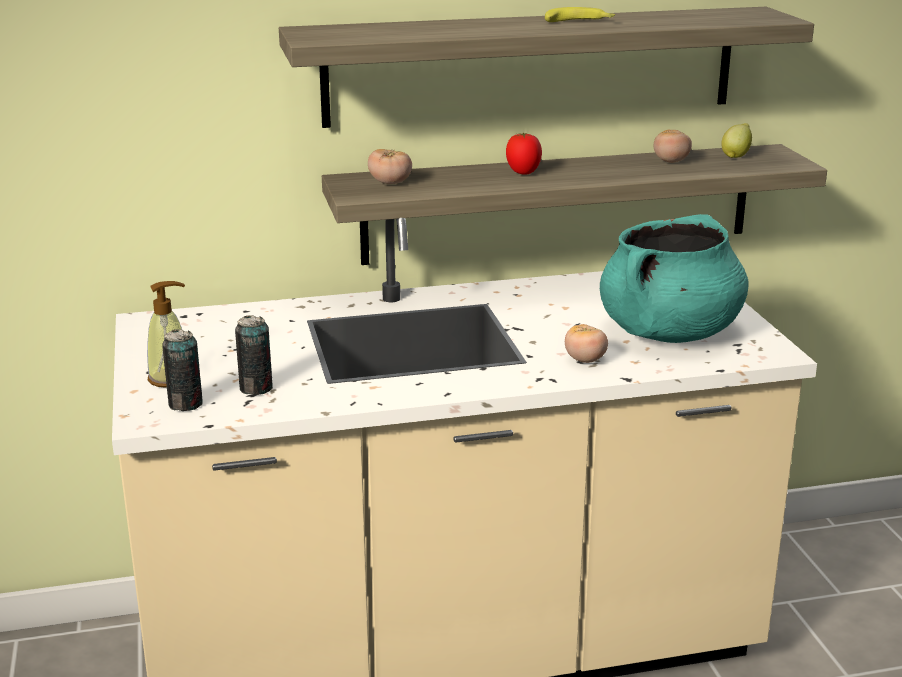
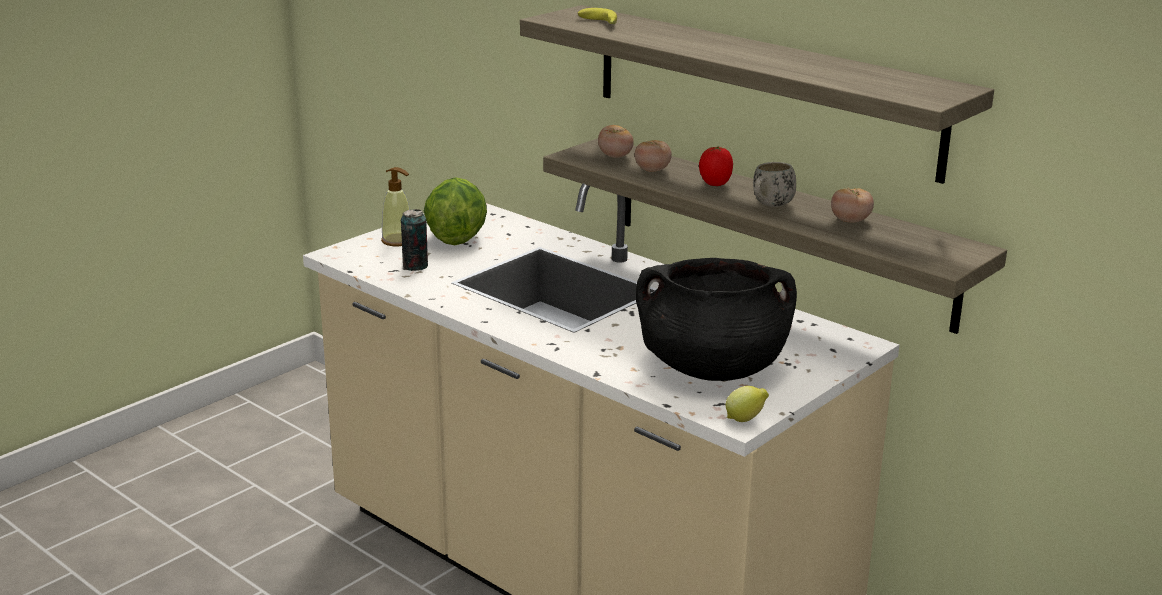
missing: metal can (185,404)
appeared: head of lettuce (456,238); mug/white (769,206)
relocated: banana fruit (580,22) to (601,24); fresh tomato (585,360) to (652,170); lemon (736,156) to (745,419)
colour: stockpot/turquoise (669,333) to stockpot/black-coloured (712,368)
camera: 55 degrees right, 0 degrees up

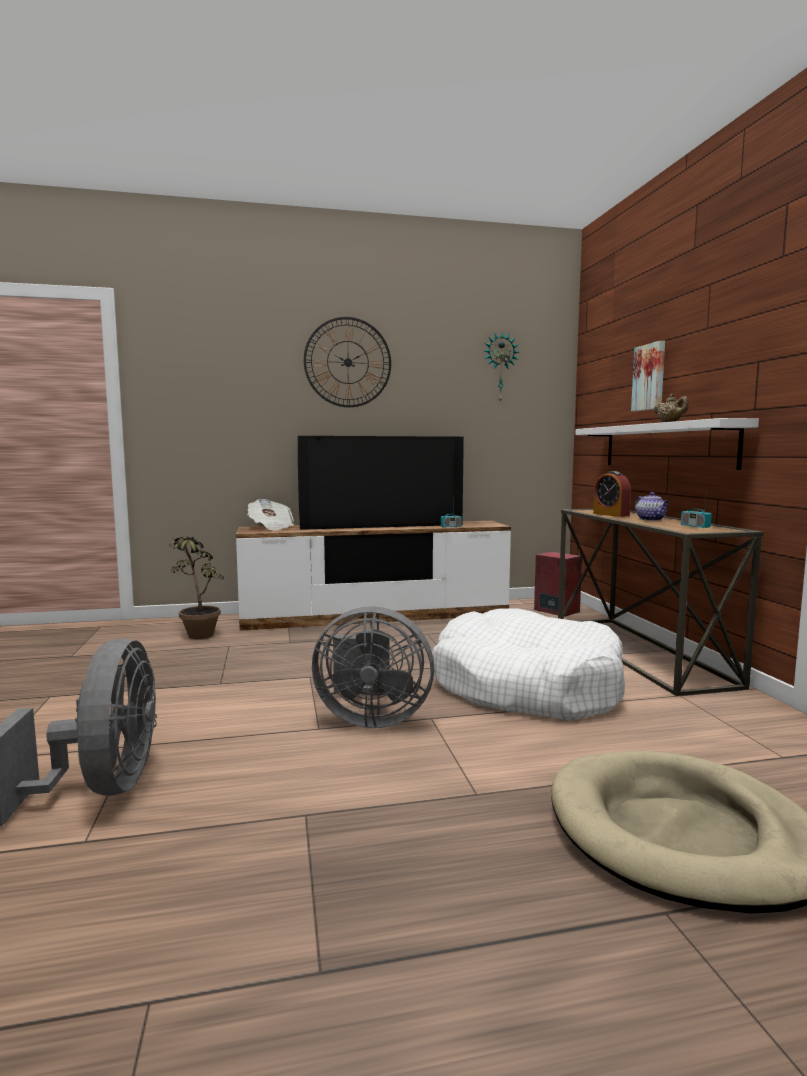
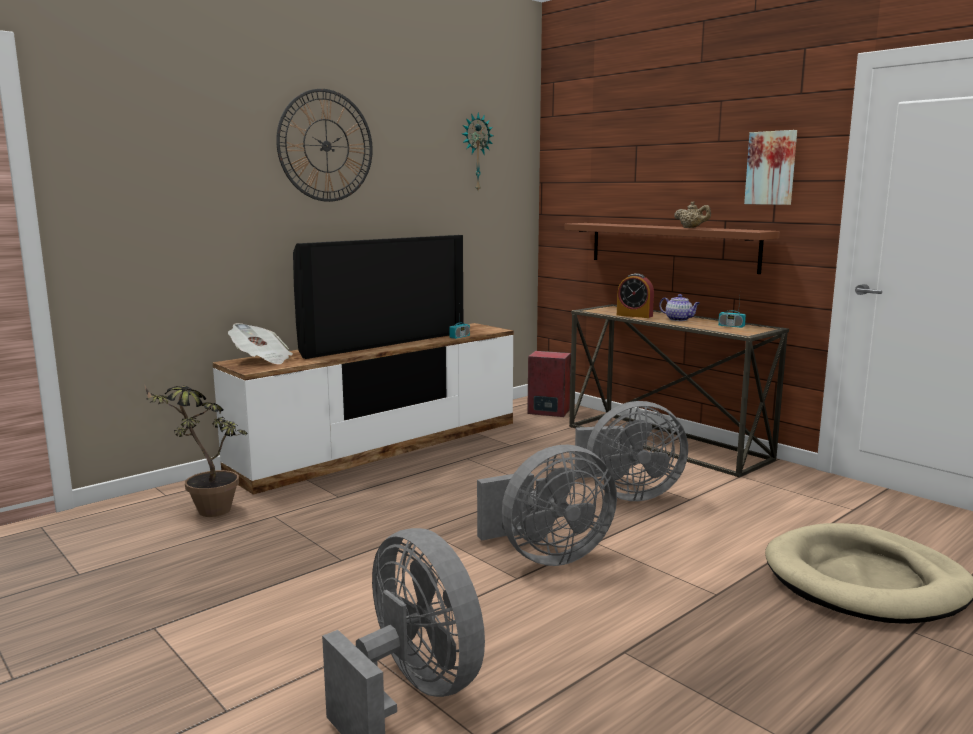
relocated: wall art (650,377) to (771,168)
exchanged: dog bed/white (525,686) to electric fan/grey (627,494)
colour: bracket shelf/white (665,446) to bracket shelf/brown (671,246)
camera: 30 degrees left, 5 degrees up

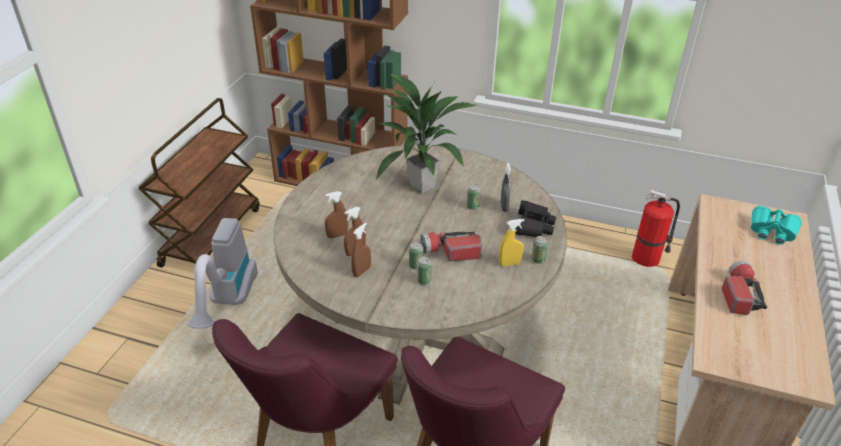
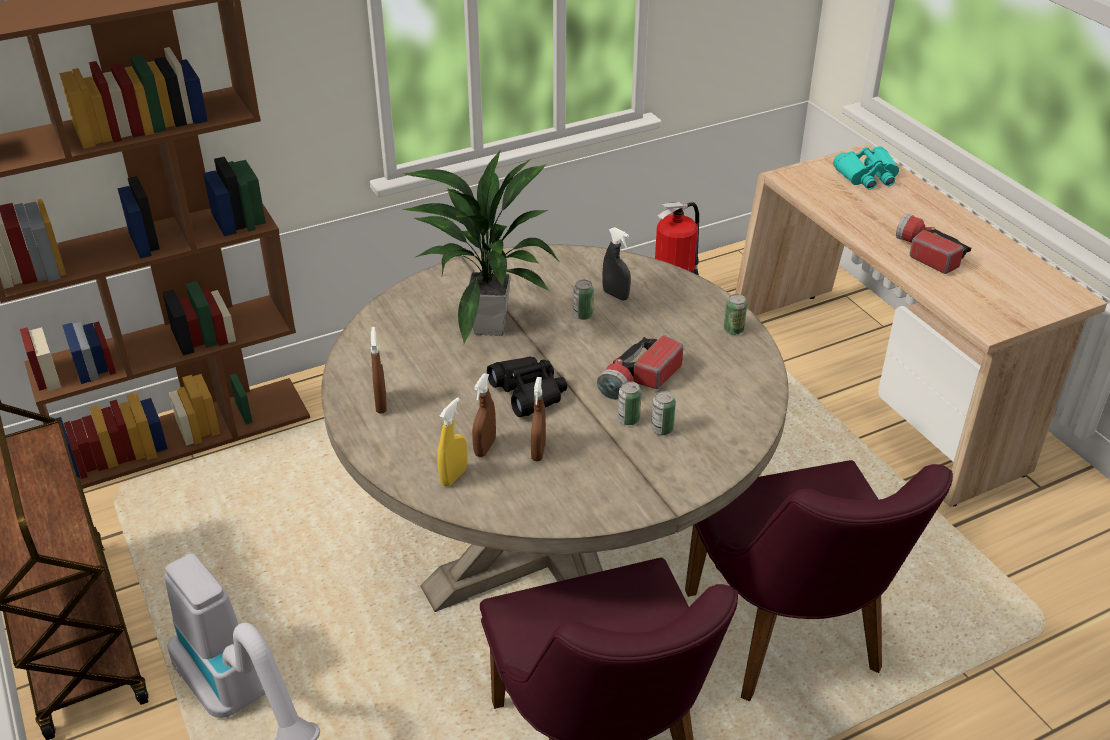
relocated: hand sprayer/brown (361,271) to (381,404); hand sprayer/yellowish (509,264) to (454,476); field glasses/black-coloured (533,226) to (528,393)
camera: 45 degrees left, 0 degrees up

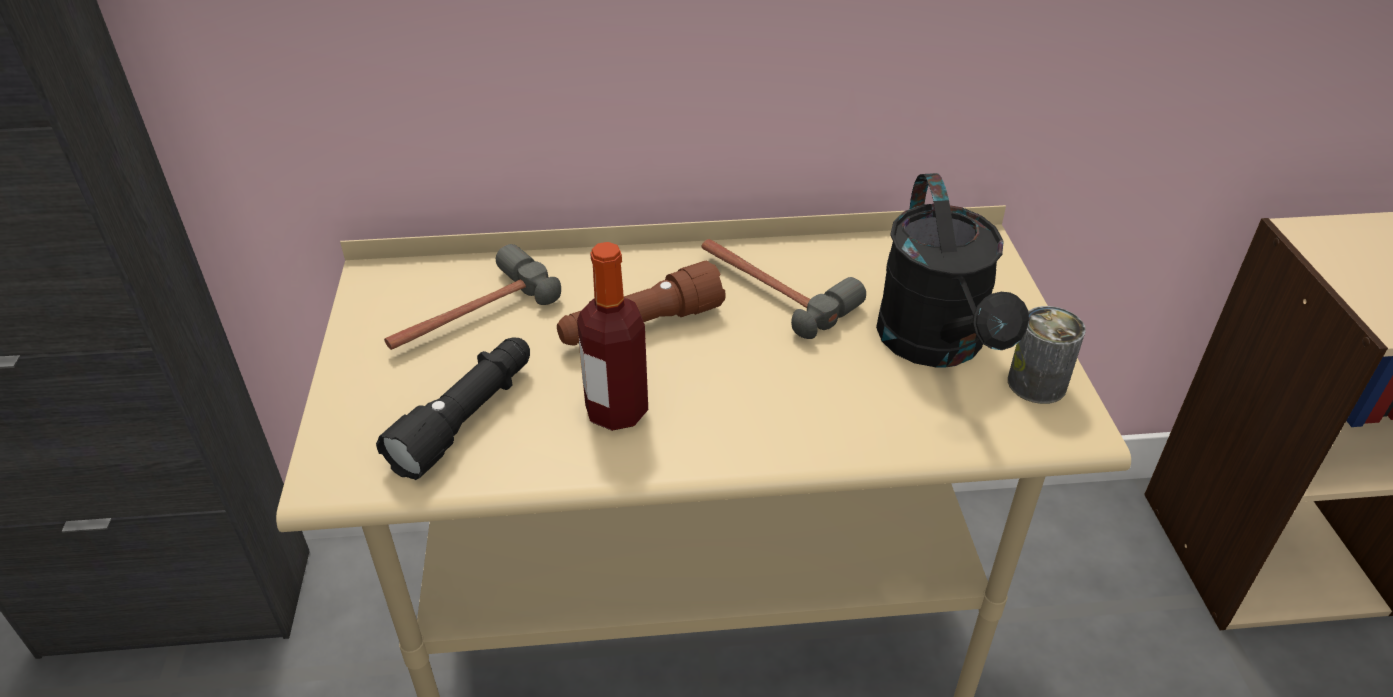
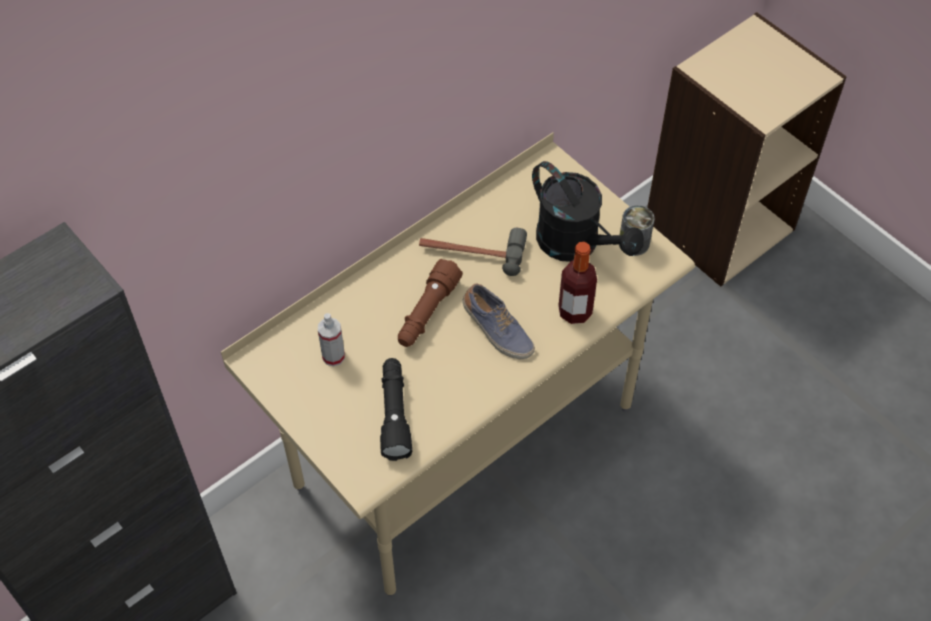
appeared: shoe (497,331)
relocated: drink bottle (616,411) to (575,311)
exchanged: hand hammer (469,316) to hand sprayer (333,356)
camera: 35 degrees left, 15 degrees up

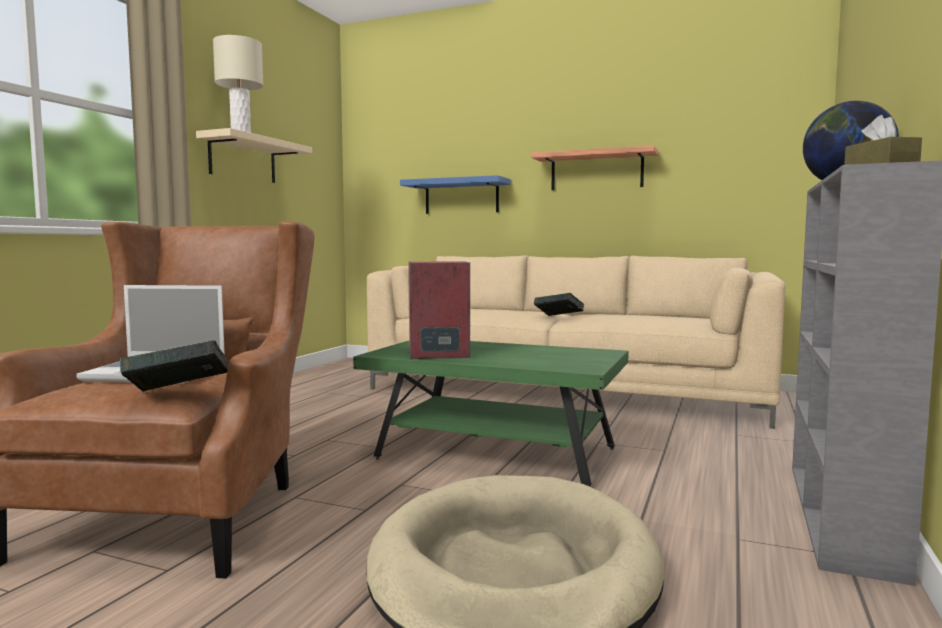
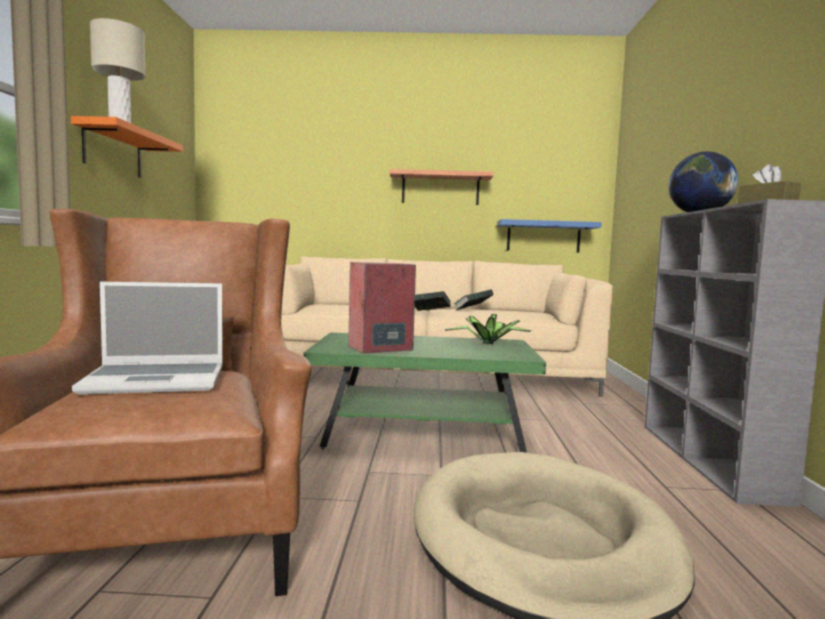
appeared: plant in a pot (488,343)
relocated: volume (178,394) to (472,310); bracket shelf/blue (461,197) to (543,237)
colour: bracket shelf/sand-coloured (243,159) to bracket shelf/orange (113,151)
camera: 20 degrees left, 0 degrees up

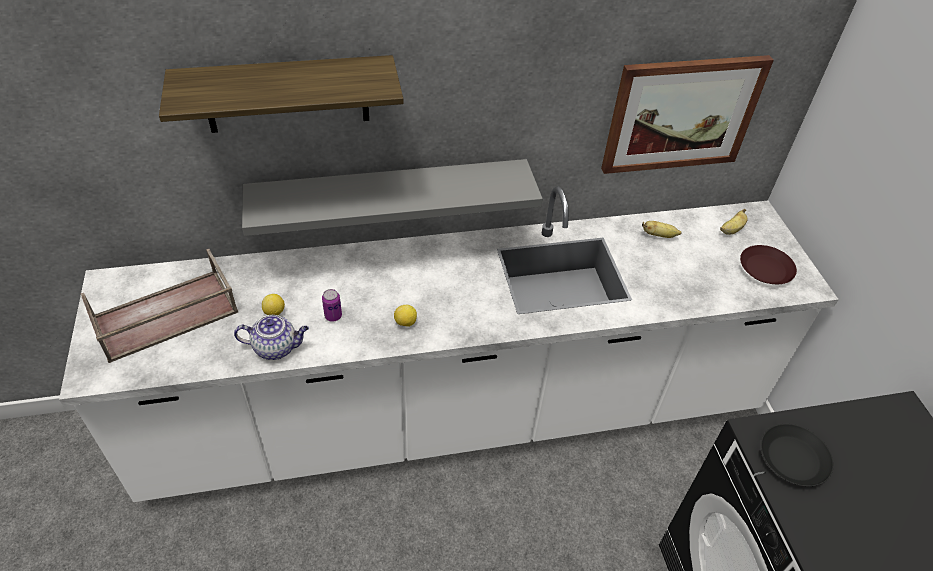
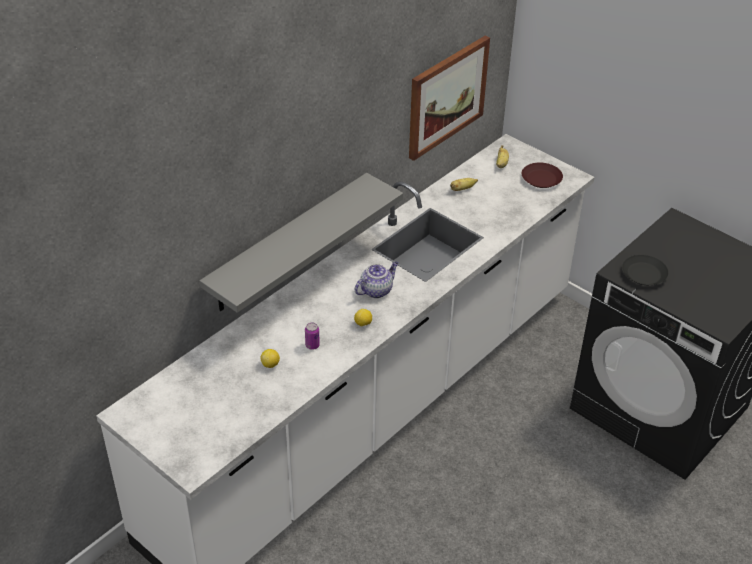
missing: tray/brown (164,316); bracket shelf (287,94)
relocated: pot for tea (276,347) to (376,290)
camera: 35 degrees left, 5 degrees down

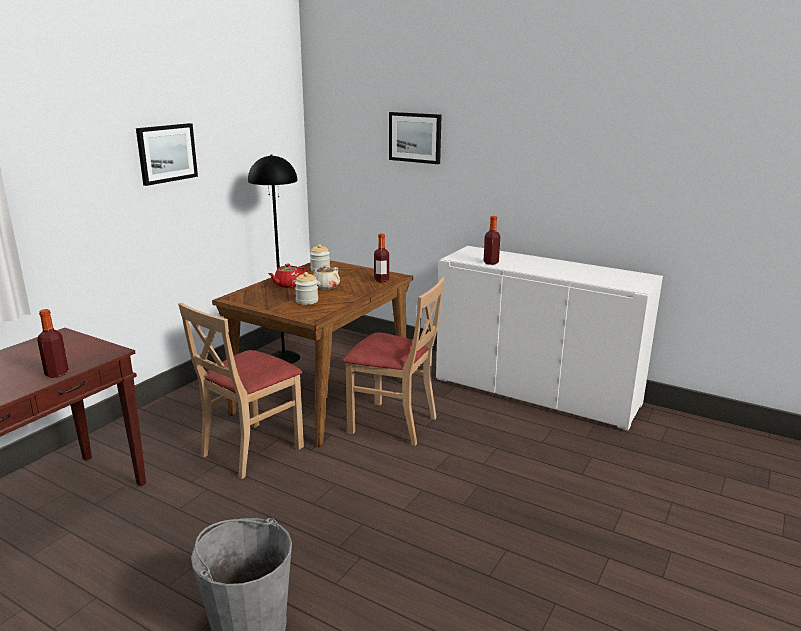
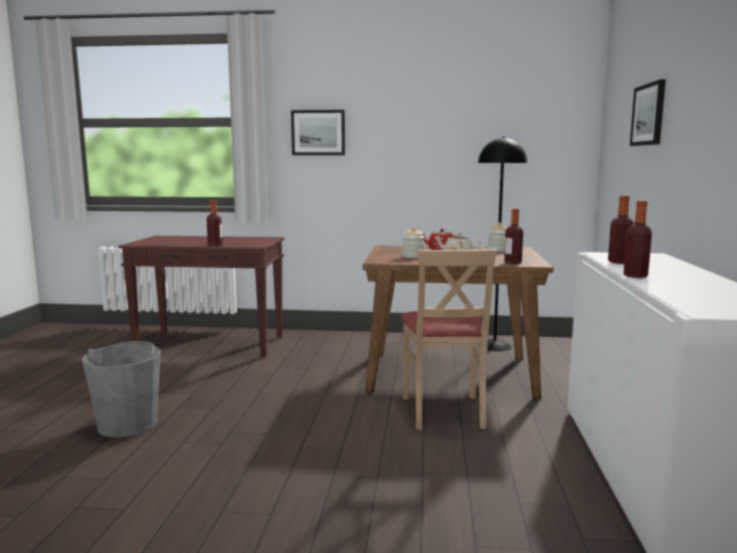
missing: upright chair/sand-coloured (251,450)
appeared: drink bottle (635,275)
relocated: wall art (166,153) to (318,132)
camera: 65 degrees right, 10 degrees down

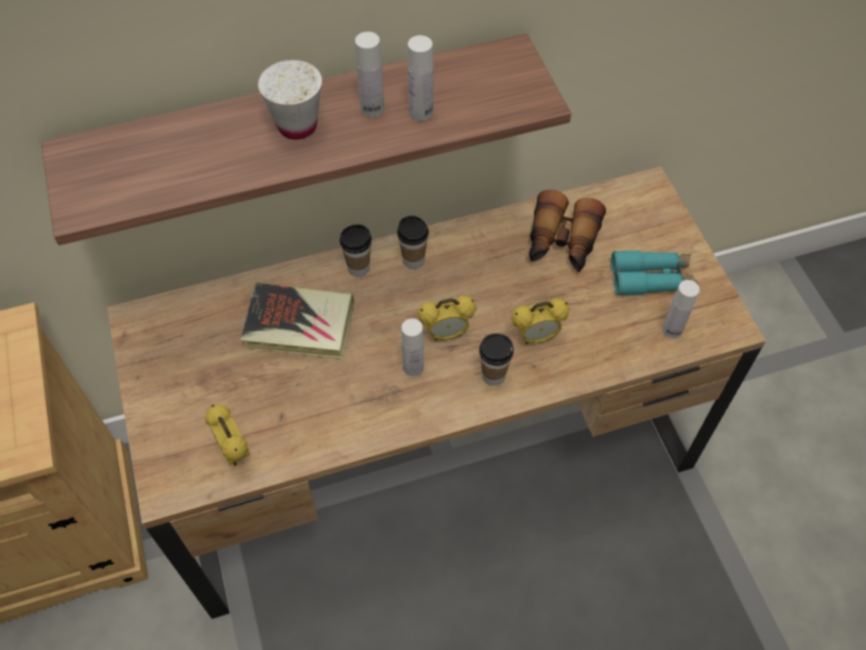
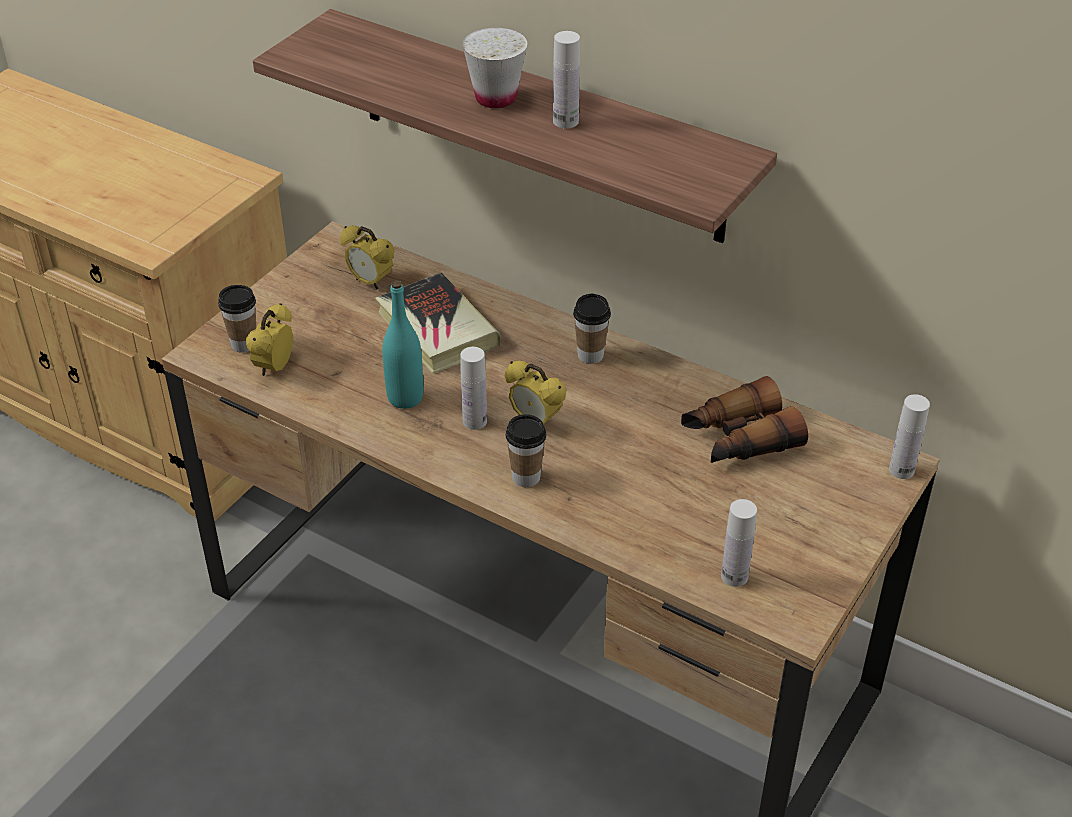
missing: field glasses/turquoise (652,278)
appeared: drink bottle/turquoise (405,398)
relocated: cup (358,268) to (244,344); drink bottle/white (421,112) to (901,470); table clock (536,337) to (370,282)
camera: 50 degrees right, 15 degrees down

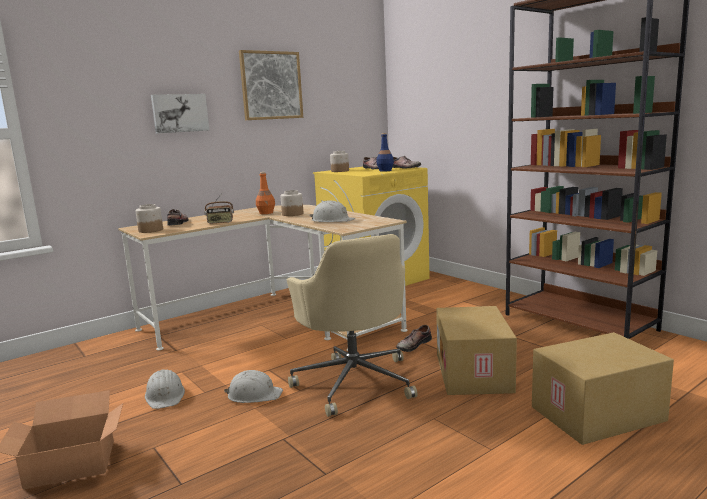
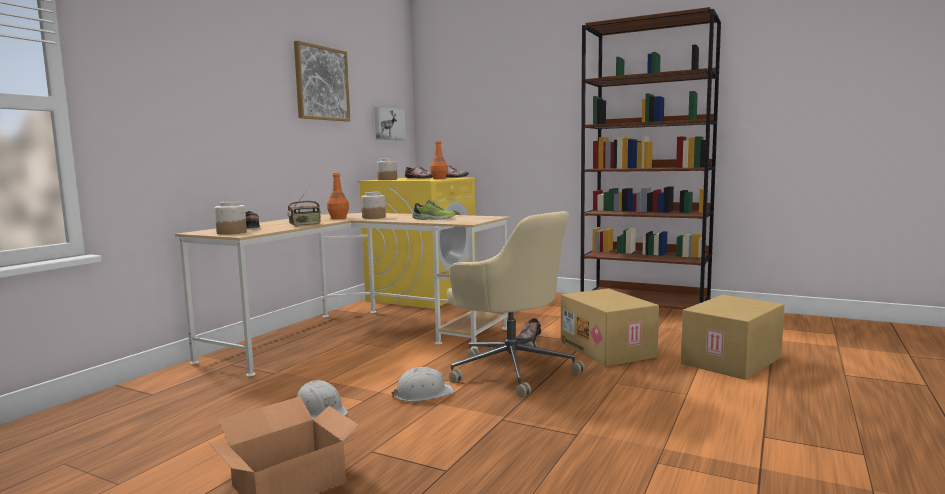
relocated: wall art (180,113) to (388,124)
exchanged: work helmet/white (332,220) to shoe (433,219)
colour: drink bottle/blue (385,170) to drink bottle/orange (439,178)
camera: 25 degrees left, 5 degrees down

